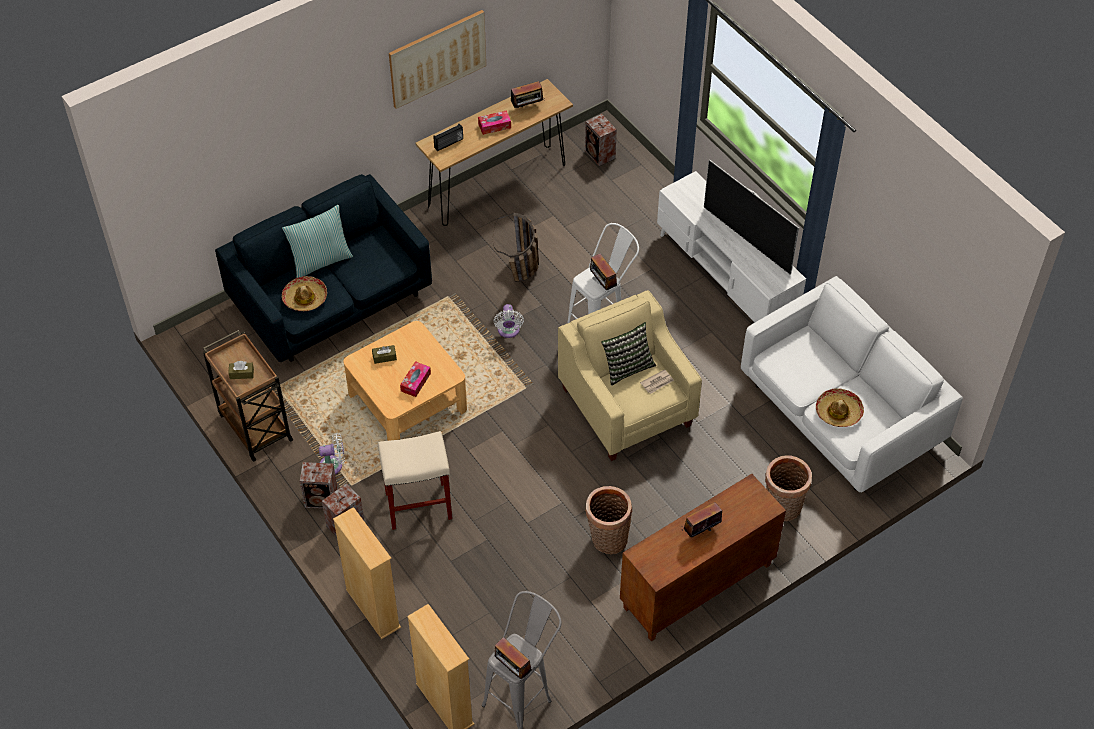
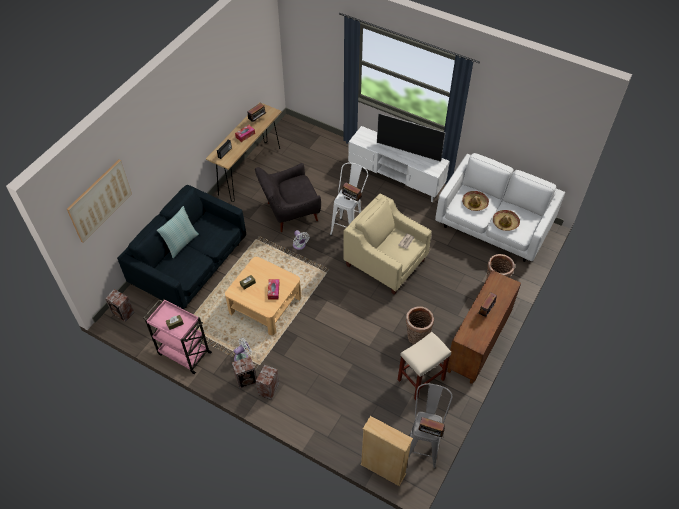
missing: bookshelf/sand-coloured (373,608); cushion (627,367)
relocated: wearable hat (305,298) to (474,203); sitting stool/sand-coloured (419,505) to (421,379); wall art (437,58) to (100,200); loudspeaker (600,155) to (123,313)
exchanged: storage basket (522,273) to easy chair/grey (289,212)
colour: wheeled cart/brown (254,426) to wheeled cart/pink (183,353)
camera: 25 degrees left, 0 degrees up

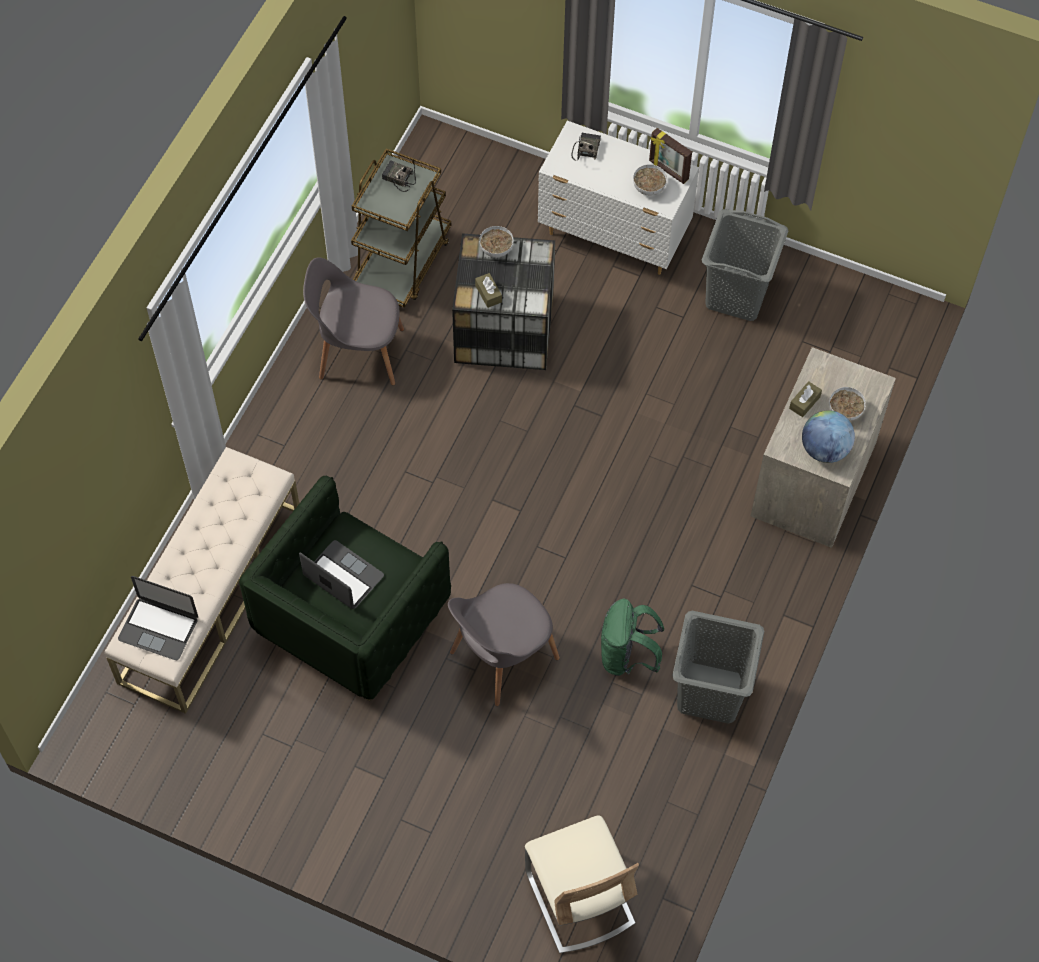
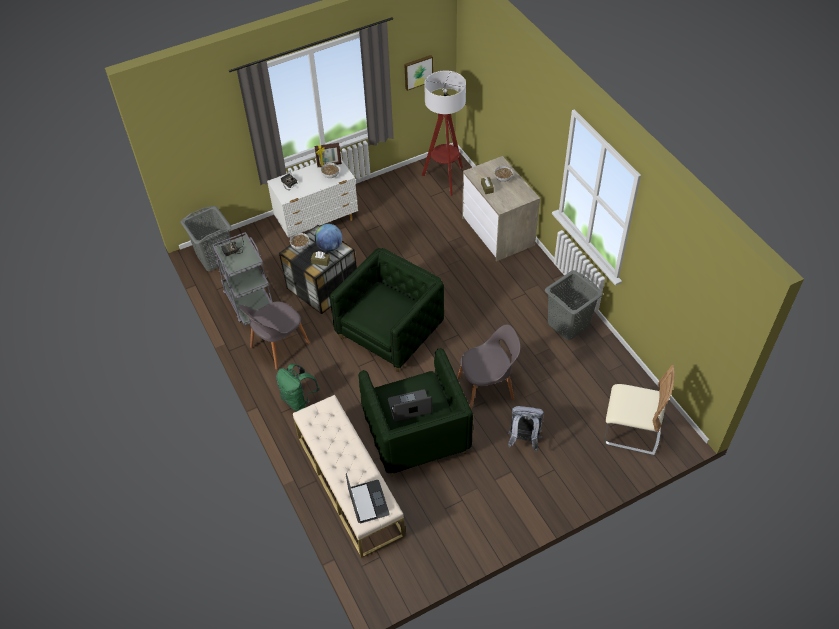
appeared: easy chair/green-coloured (390,332); wall art (418,71); standing lamp (445,179); backpack/grey (523,440)
relocated: backpack/green-coloured (627,656) to (298,400); hamper/grey (737,295) to (215,257); desk globe (824,449) to (329,247)
colour: wheeled cart/brown (402,262) to wheeled cart/grey (249,302)
spun: laptop (158,628) = (368,501) 75 degrees counterclockwise; upright chair/grey (501,657) = (487,387) 105 degrees counterclockwise
camera: 50 degrees left, 10 degrees down

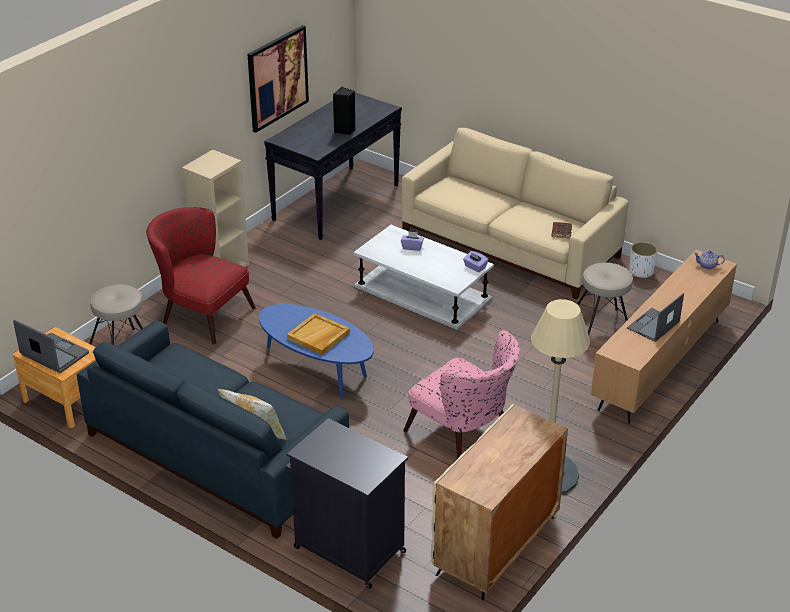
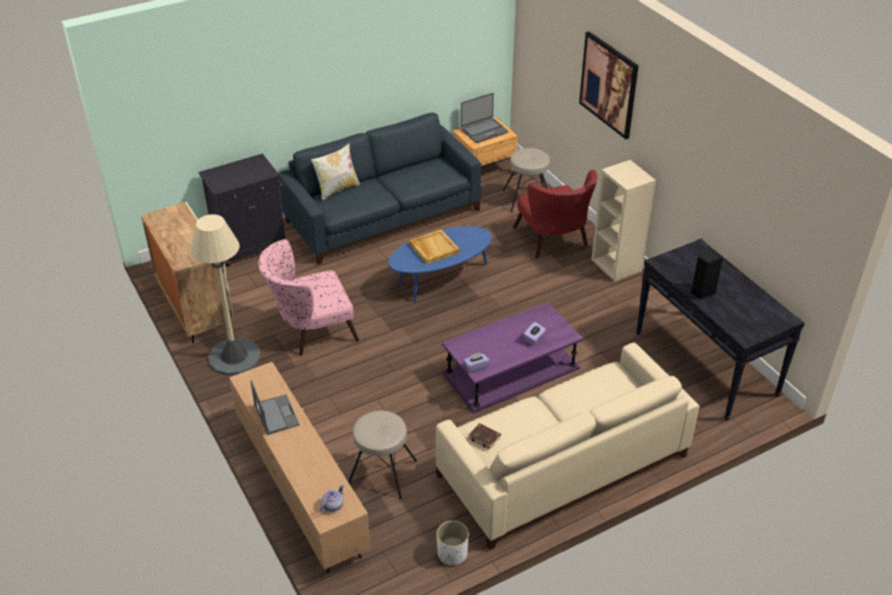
relocated: wall art (277,78) to (609,84)
colour: coffee table/white (423,293) to coffee table/purple (510,371)
spun: easy chair/reddish (201,313) = (554,242) 105 degrees clockwise
camera: 115 degrees right, 5 degrees up

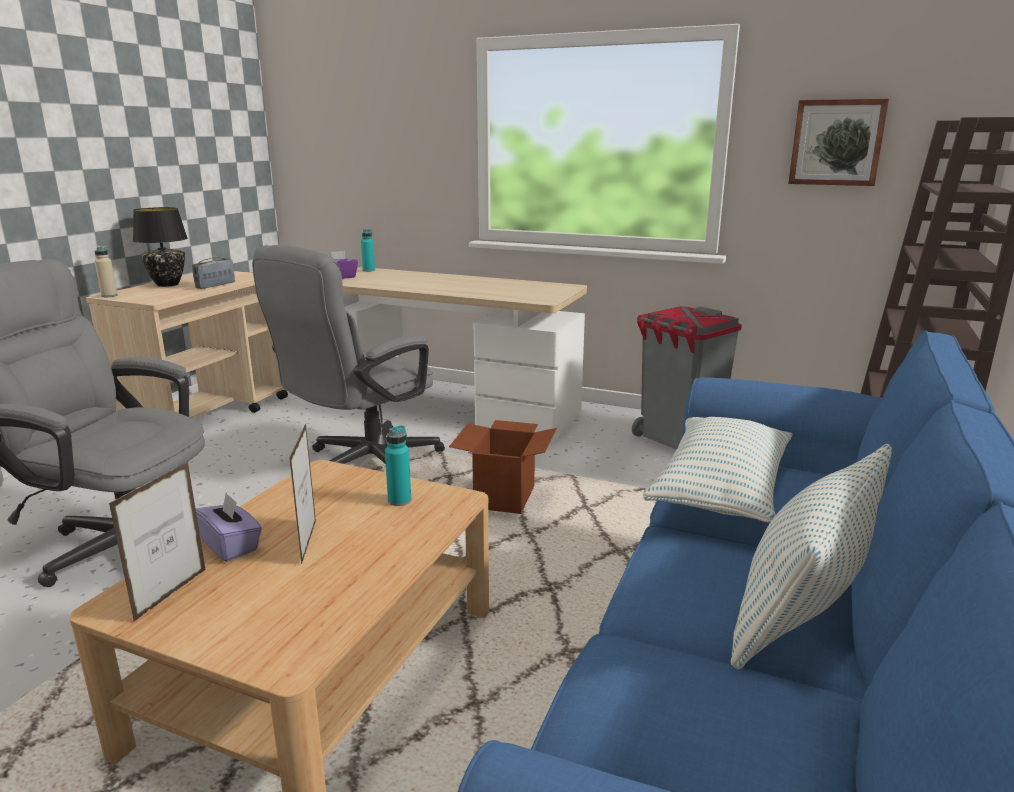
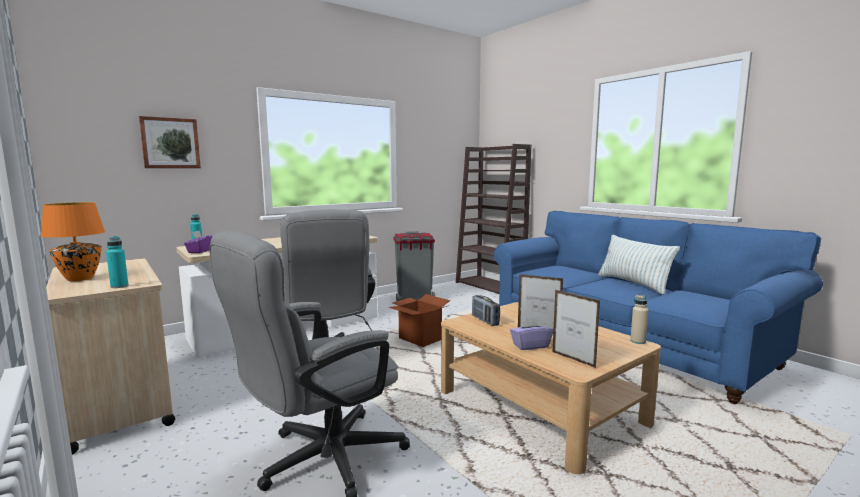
missing: cushion (720,490)
relocated: drink bottle/sand-coloured (109,296) to (638,341); radio receiver (215,285) to (485,320); drink bottle/turquoise (399,500) to (119,286); wall art (836,142) to (170,143)
colour: table lamp/black-coloured (167,284) to table lamp/orange (79,279)
camera: 60 degrees left, 10 degrees down

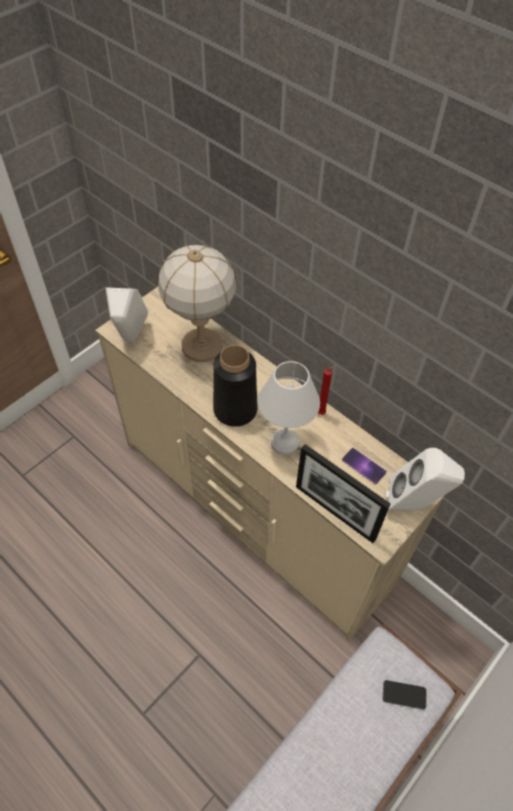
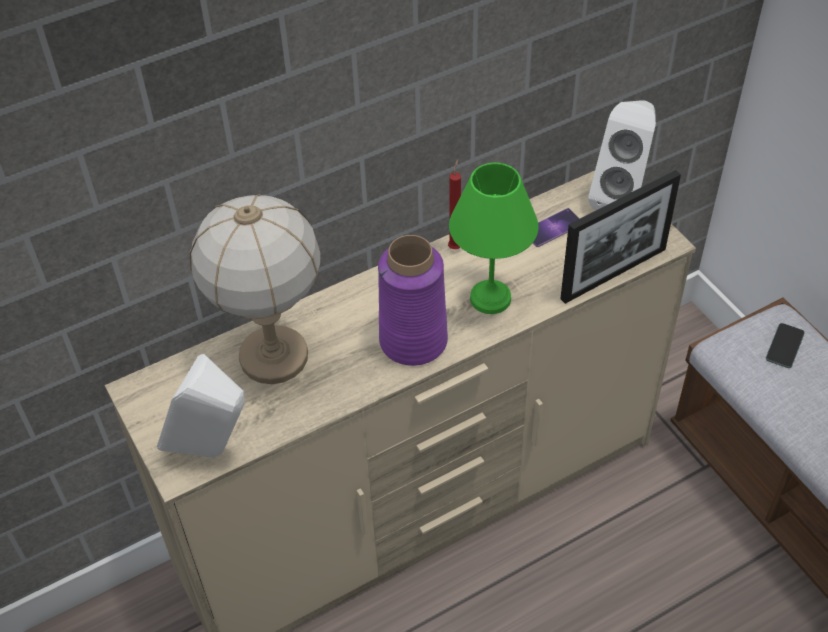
colour: decorative vase/black-coloured (235,410) to decorative vase/purple (414,341); table lamp/white (285,441) to table lamp/green-coloured (488,297)
camera: 70 degrees left, 5 degrees down

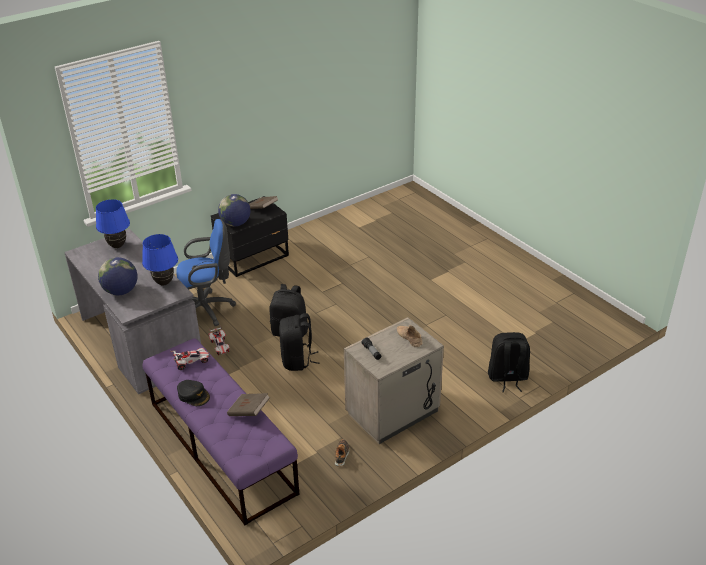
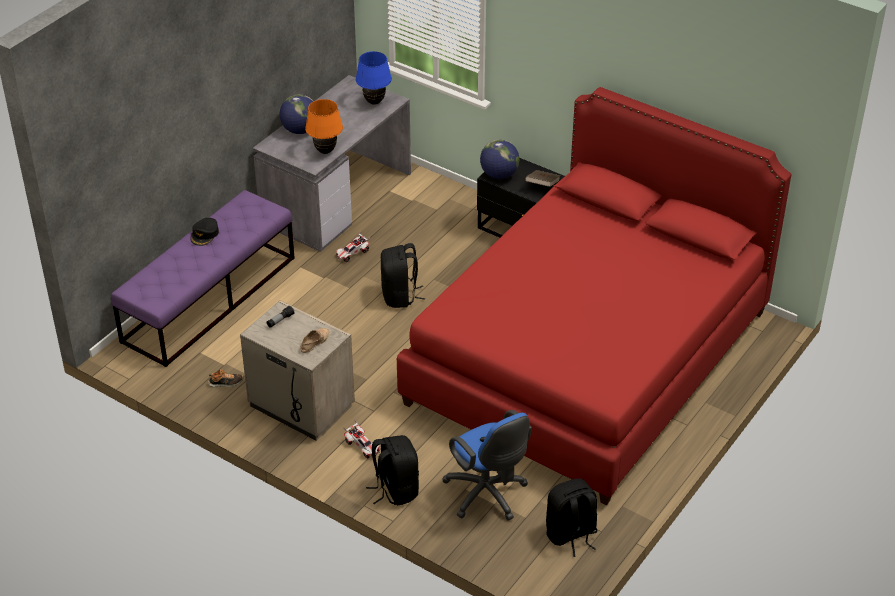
missing: volume/brown (249,412)
appeared: bedroom bed/reddish (588,357)
relocated: model car (191,362) to (362,446); computer chair/blue (207,309) to (488,495); backpack/black-coloured (297,360) to (571,535)
colour: table lamp/blue (164,283) to table lamp/orange (325,151)
camera: 70 degrees right, 5 degrees up

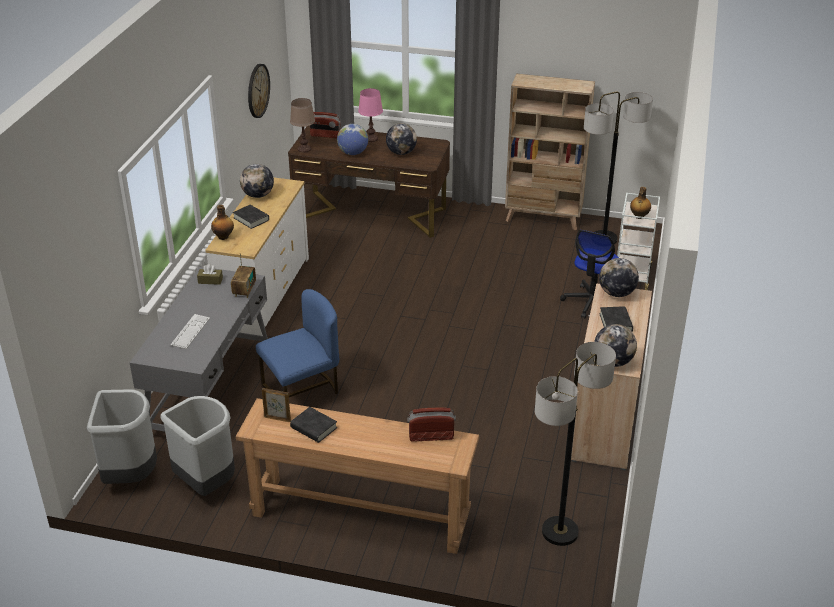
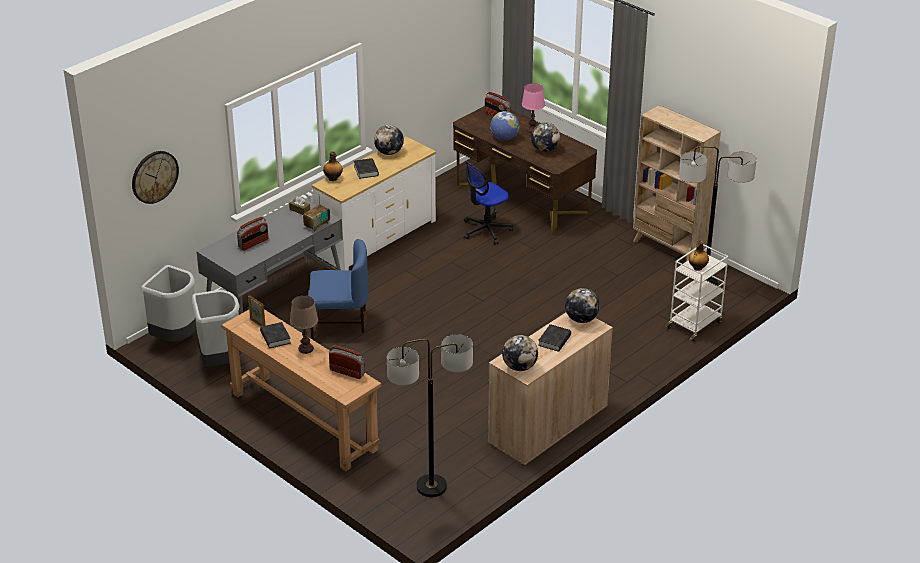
relocated: wall clock (257,90) to (154,176); table lamp/brown (304,149) to (306,349); computer chair (591,302) to (486,230)
exchanged: PC keyboard (190,332) to radio receiver (253,243)
camera: 30 degrees right, 0 degrees up

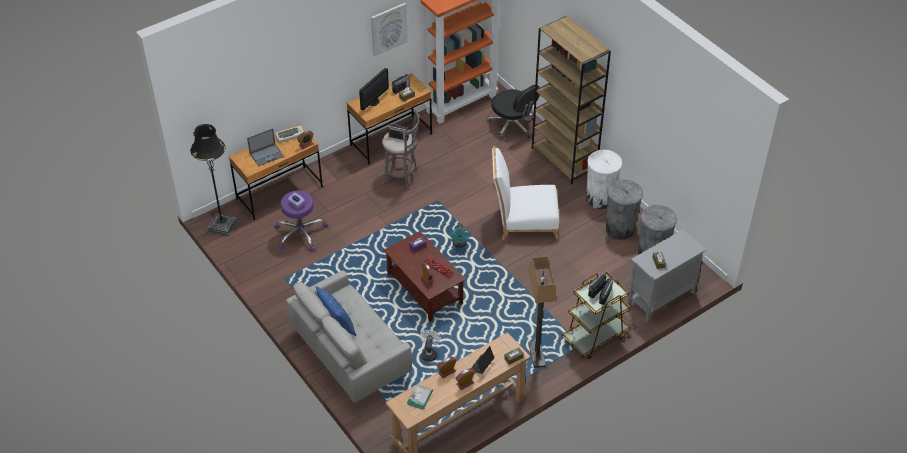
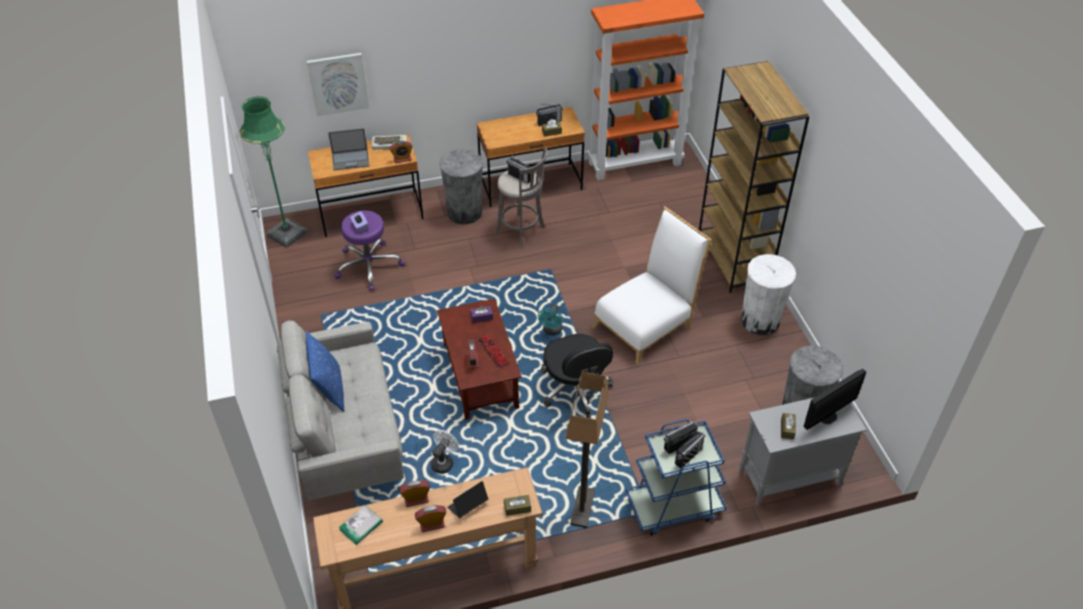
relocated: computer screen (374,102) to (827,416); wall art (388,29) to (338,84); computer chair/black-coloured (512,126) to (575,388); trash can/grey (620,229) to (464,212)
colour: standing lamp/black-coloured (222,225) to standing lamp/green-coloured (287,234); wheeled cart/brown (595,337) to wheeled cart/blue (674,506)
spun: upright chair/white (524,221) = (647,323) 120 degrees clockwise
camera: 20 degrees right, 0 degrees up

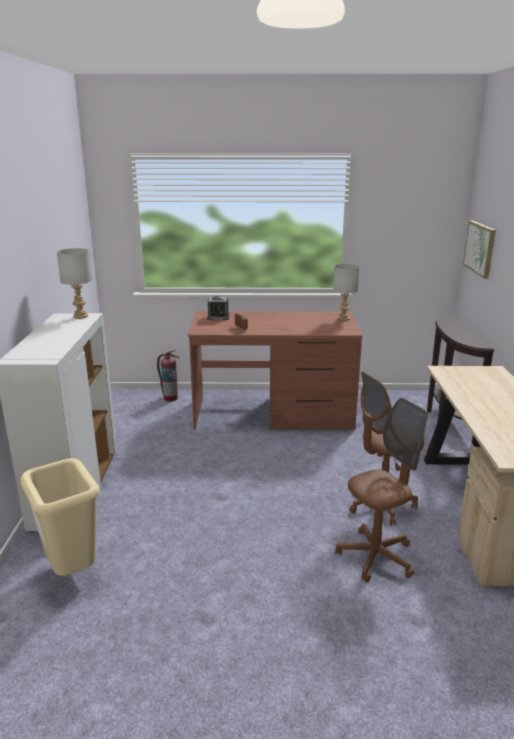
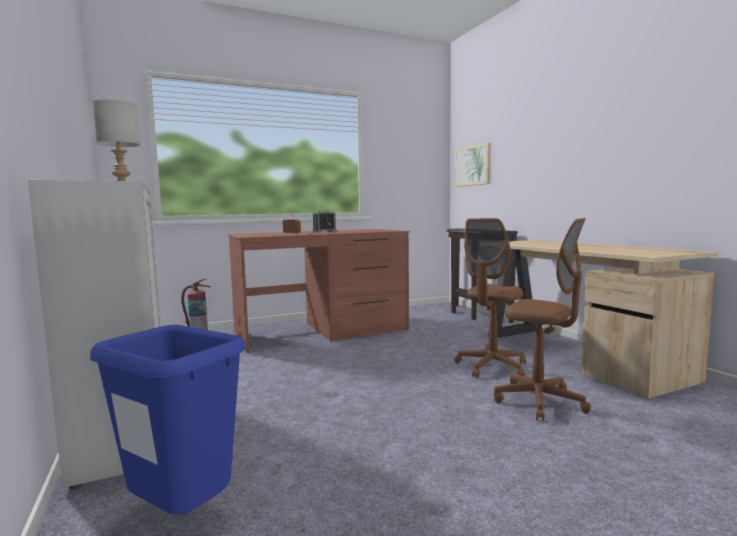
missing: table lamp/grey (343,319)
relocated: table clock (218,317) to (324,231)
colour: trash can/sand-coloured (72,571) to trash can/blue (181,517)
spun: computer chair/brown (376,557) = (539,402) 90 degrees clockwise
camera: 25 degrees left, 15 degrees down

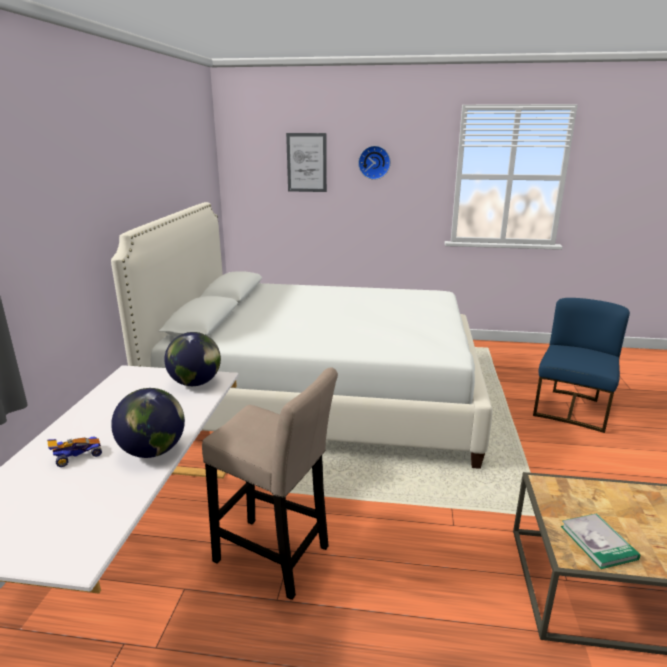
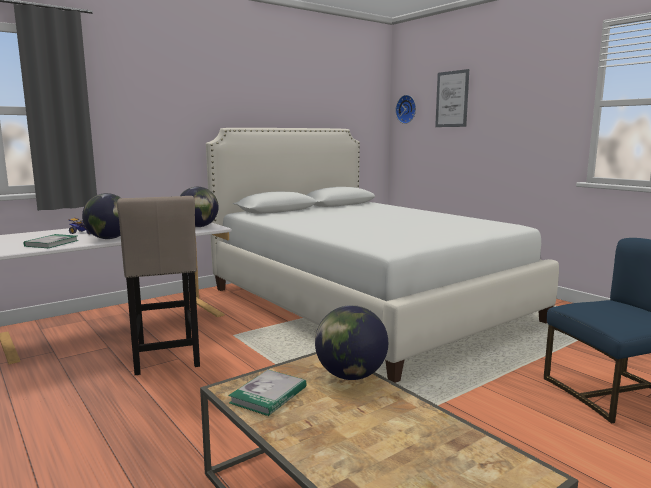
appeared: volume (52,243); desk globe (350,376)
relocated: wall clock (374,162) to (407,109)
camera: 45 degrees right, 10 degrees down

